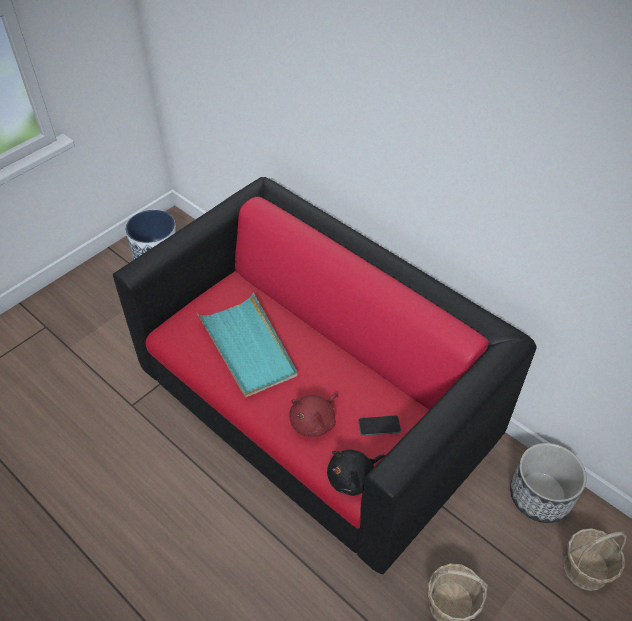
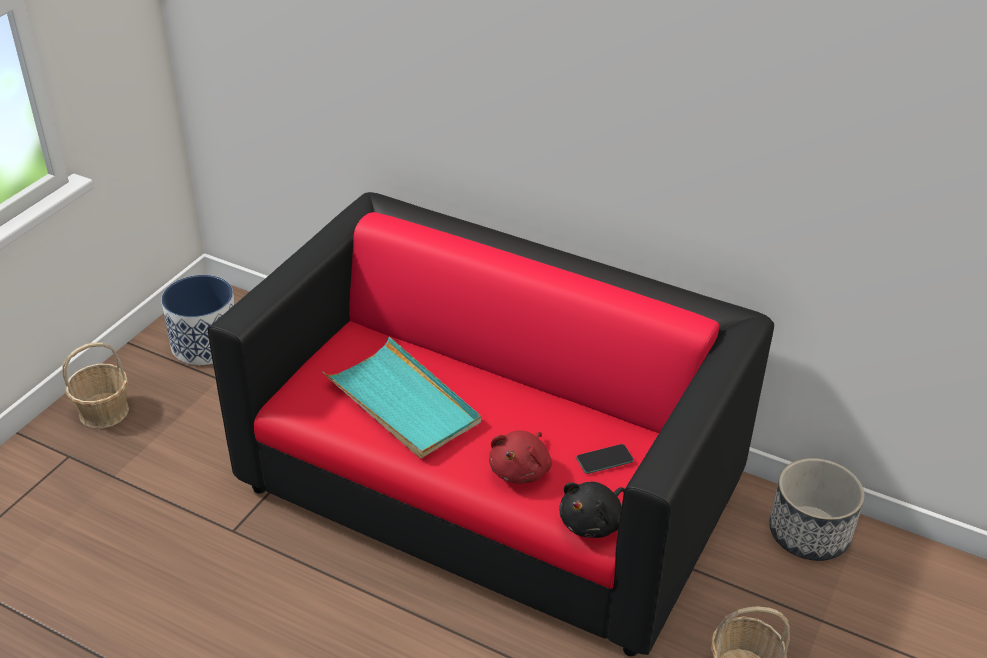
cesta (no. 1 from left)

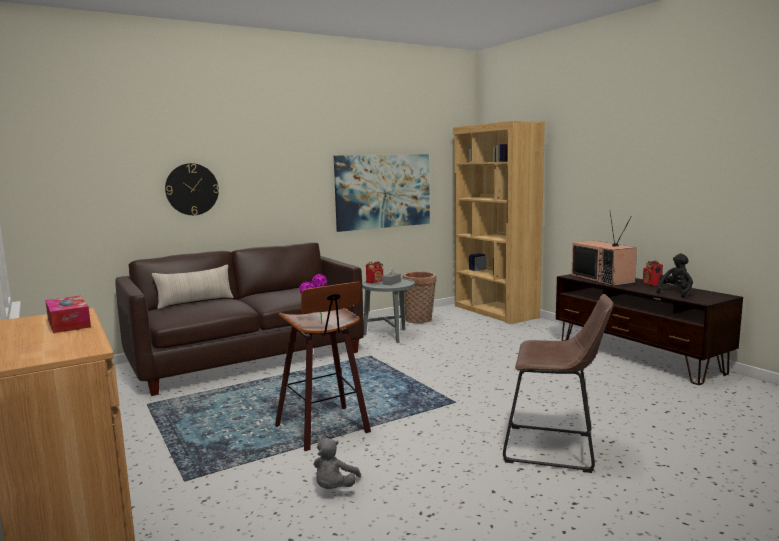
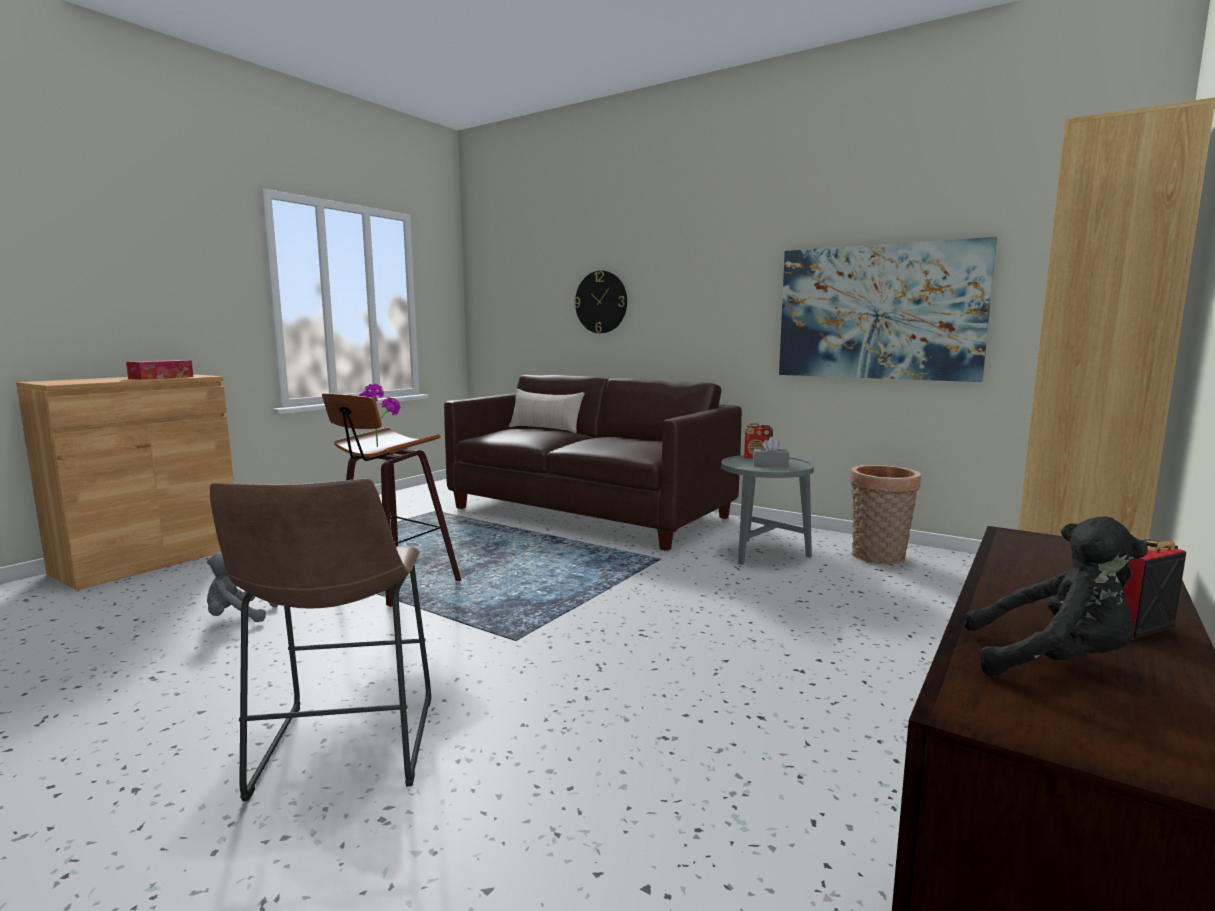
televisor

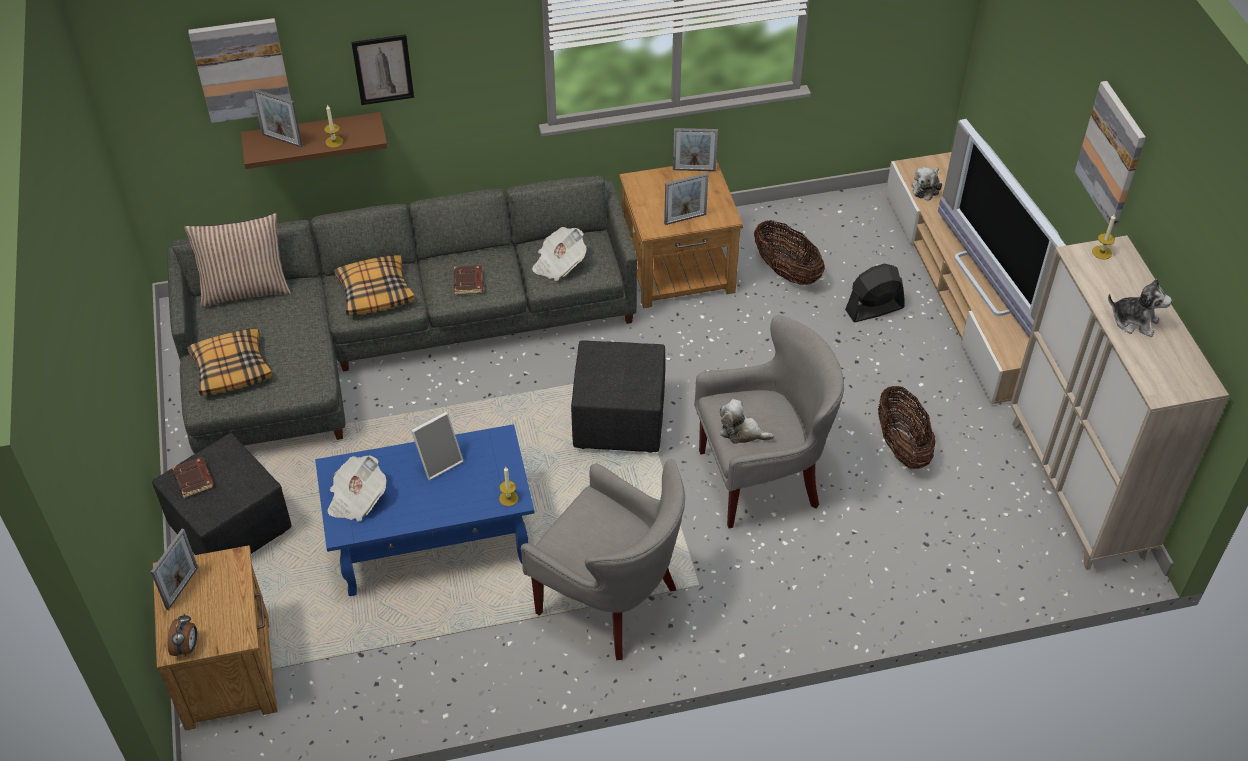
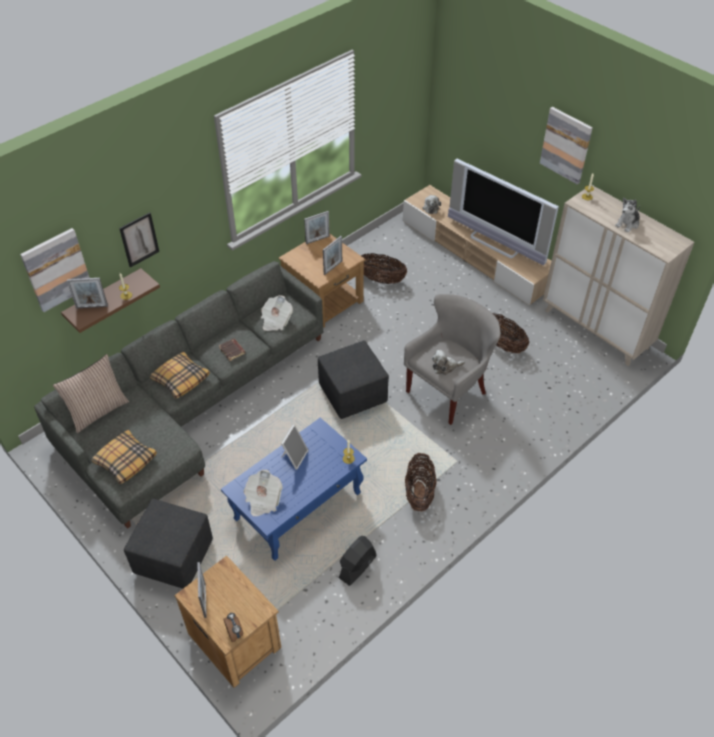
ventilador [negro]
peluche (no. 3 from left)
libro [marrón] (no. 1 from left in the first image)
cesta (no. 2 from left)

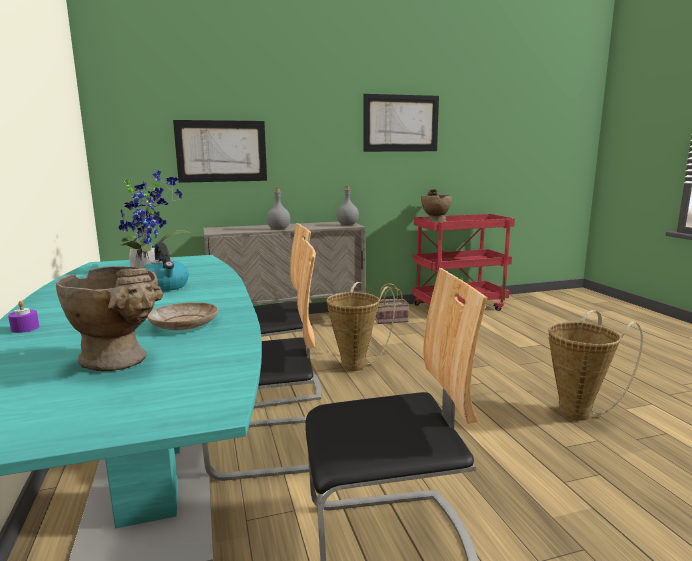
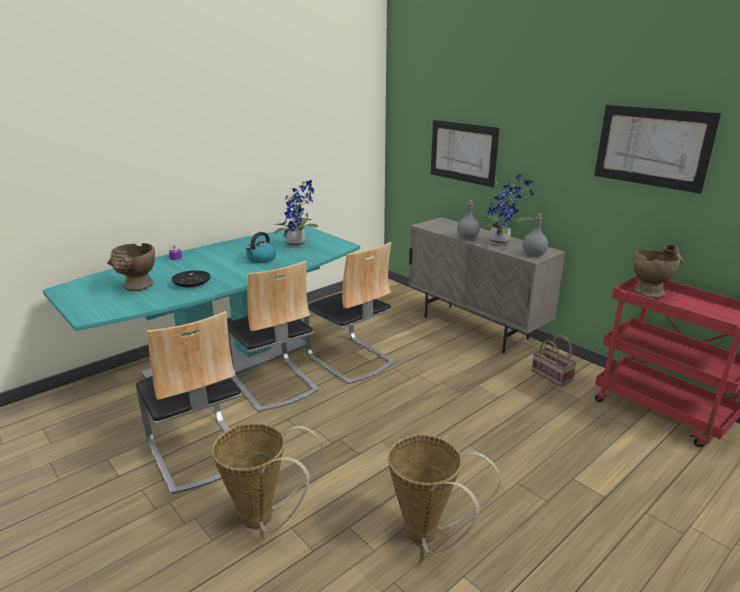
cesta (no. 1 from left)
plato [negro]
planta en maceta (no. 2 from left)

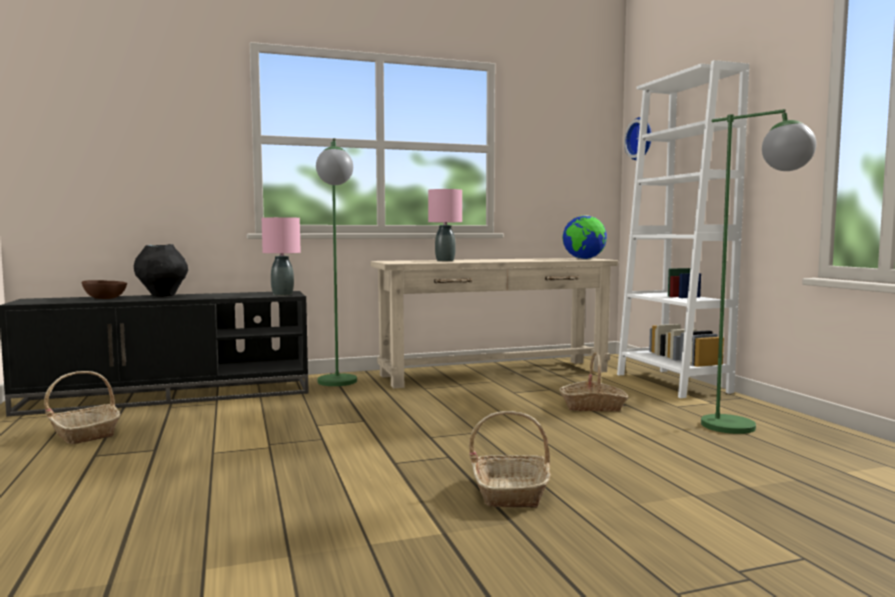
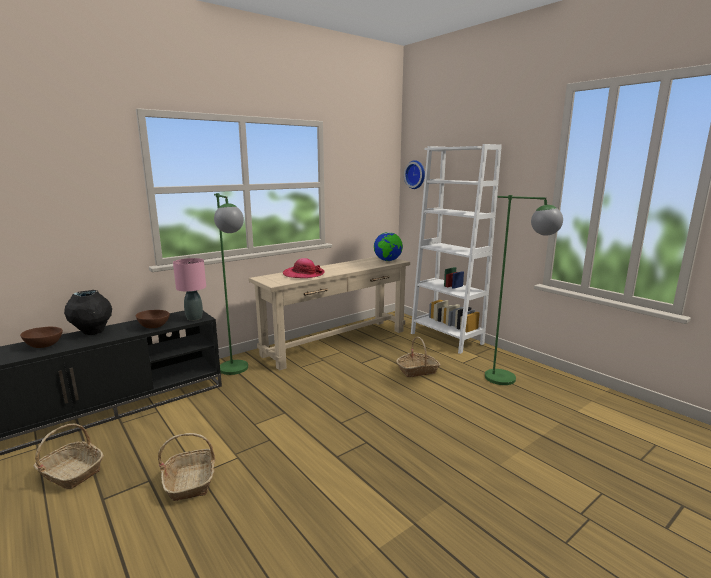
sombrero
cesta (no. 2 from left)
cuenco [marrón] (no. 2 from left)

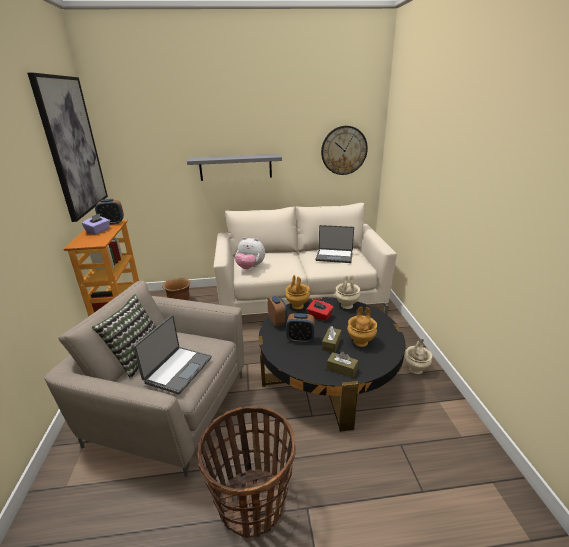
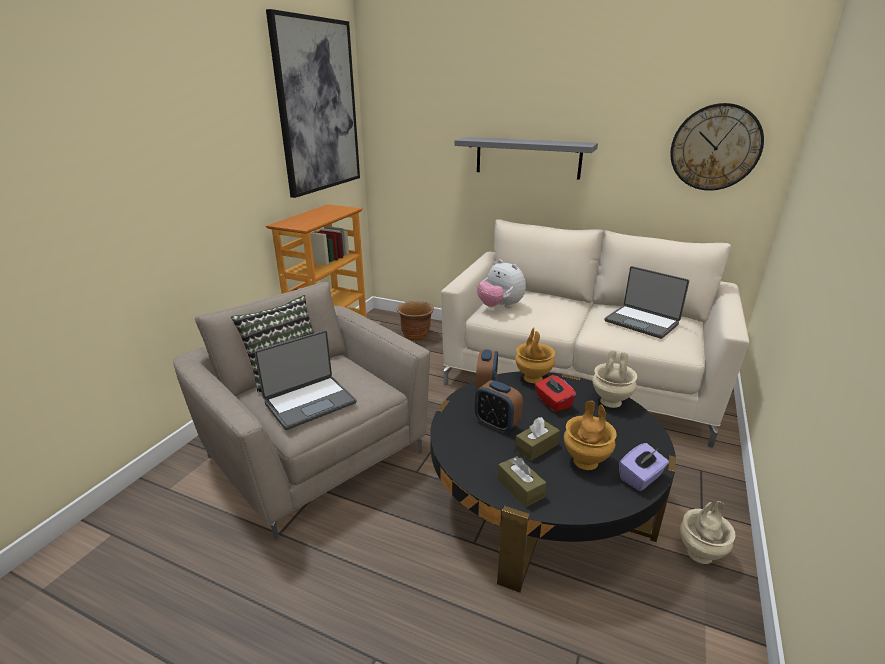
despertador (no. 1 from left in the first image)
caja de pañuelos [morado]
cesta

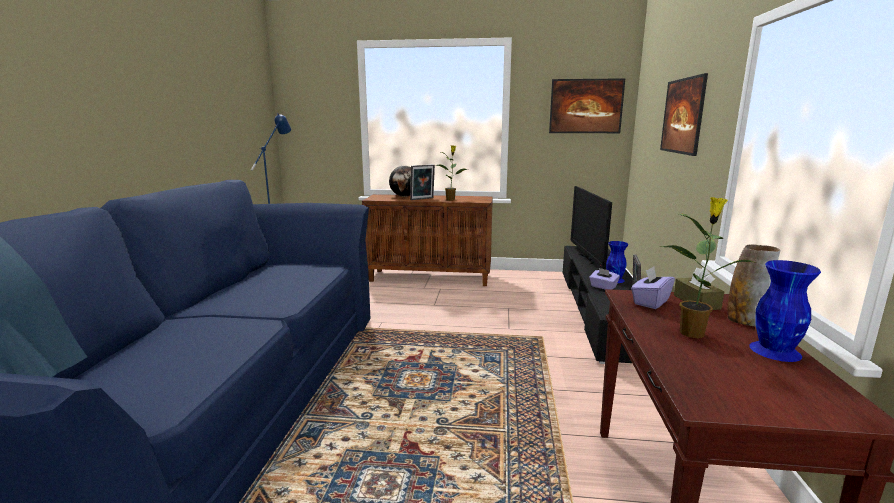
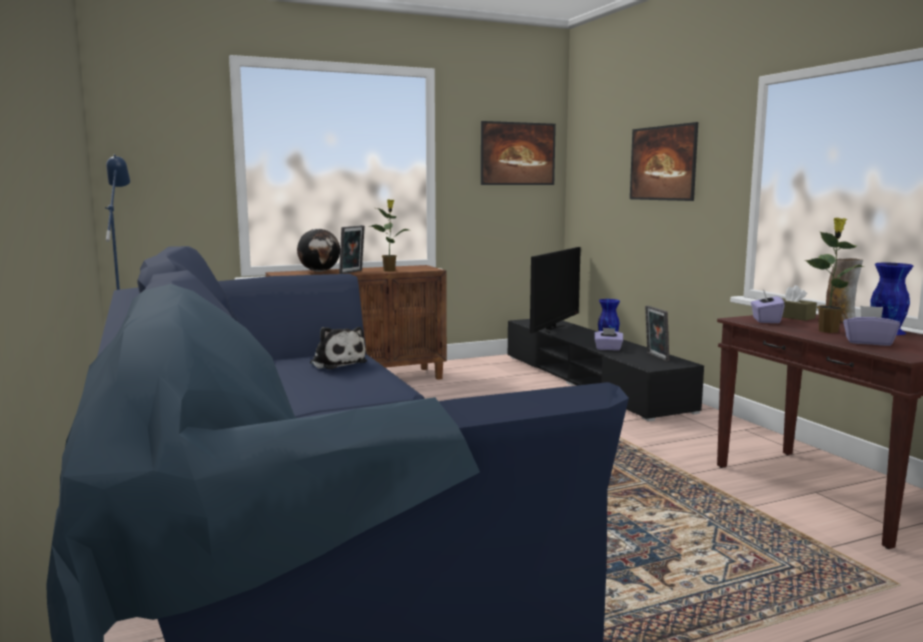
televisor
caja de pañuelos [morado] (no. 3 from left)
peluche

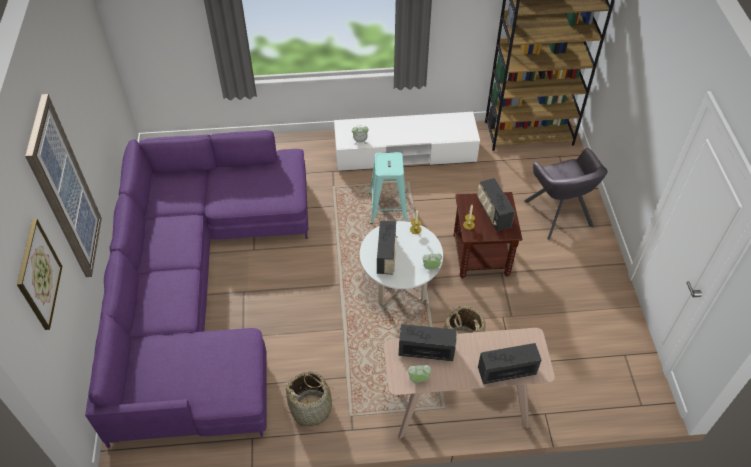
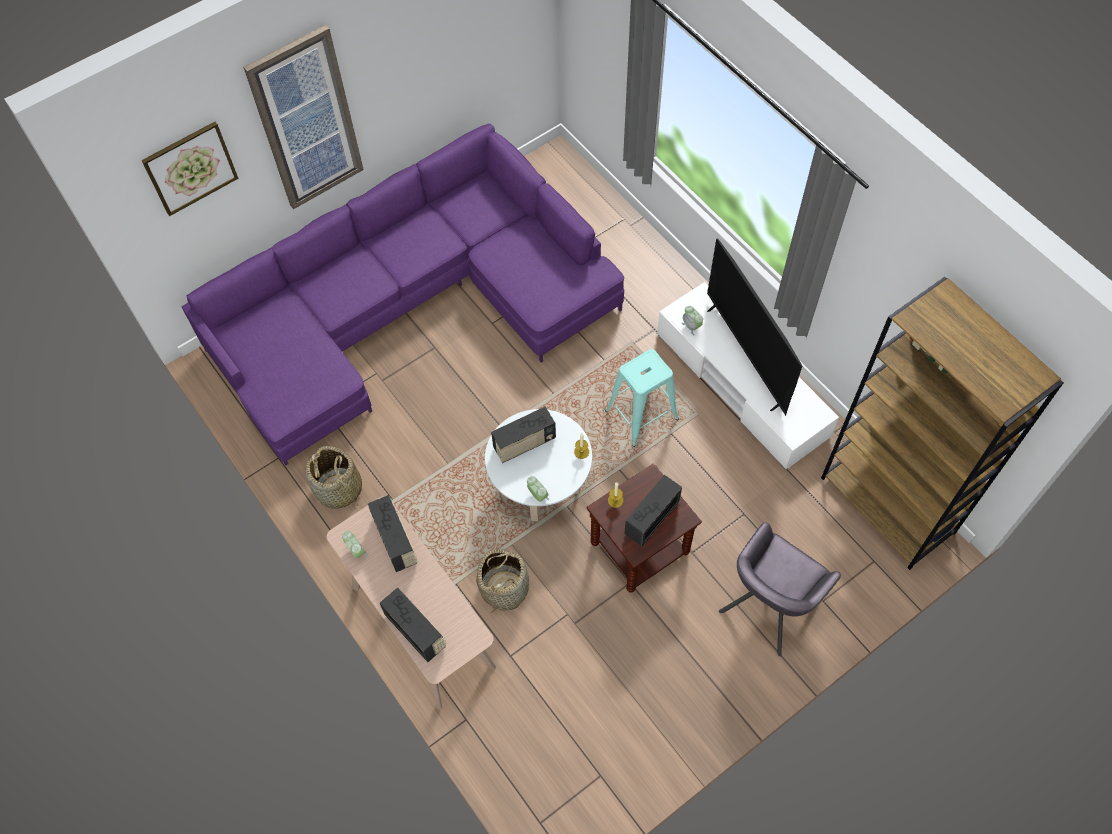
televisor

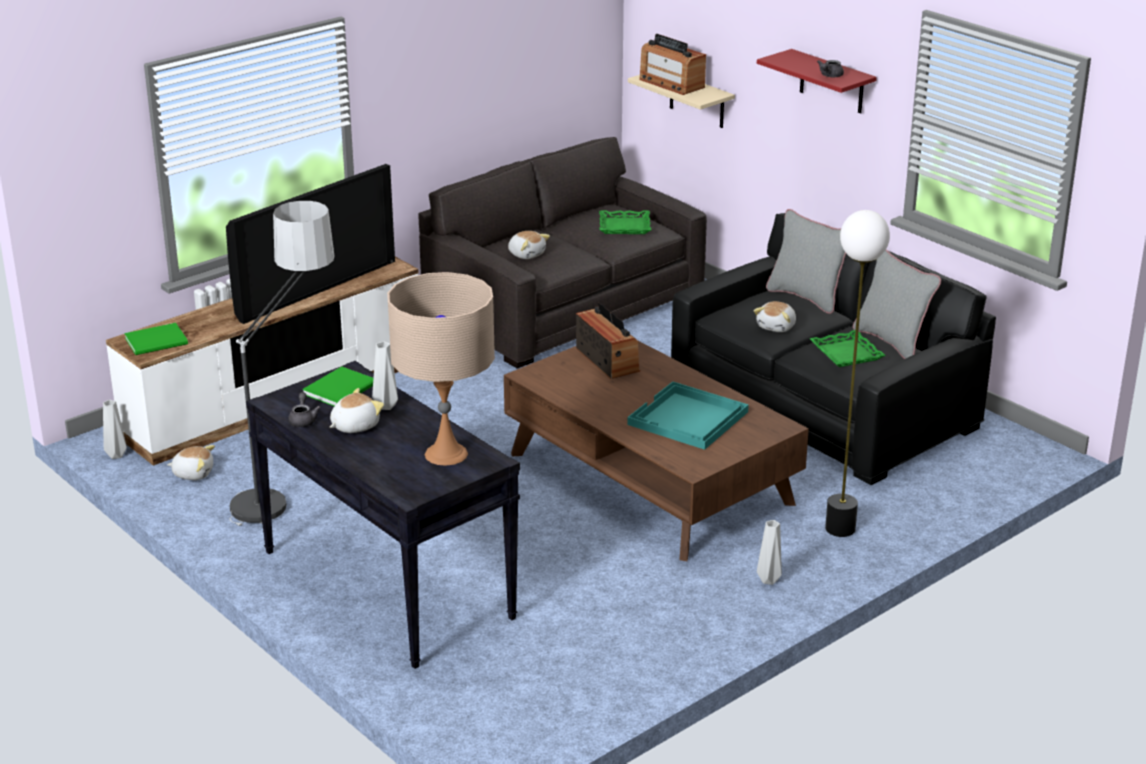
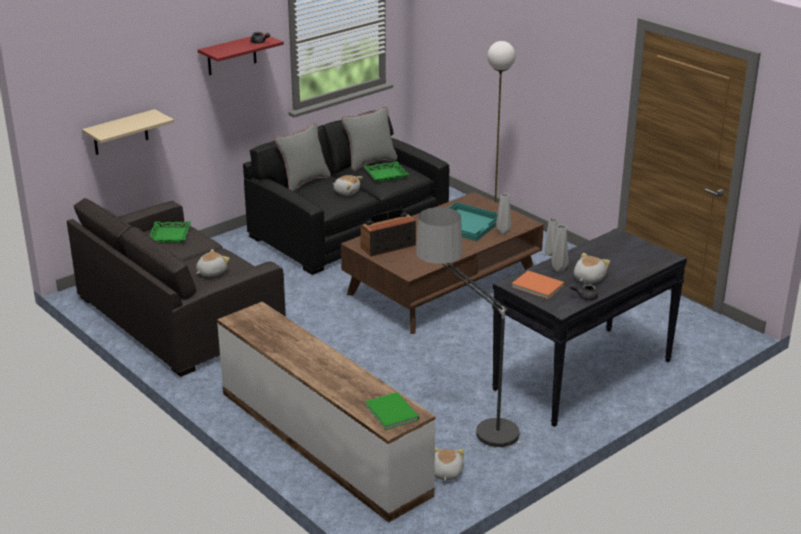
radio (no. 2 from left in the first image)
televisor
lámpara de mesa [beis]
libro [naranja]
peluche (no. 4 from left)
florero [gris] (no. 1 from left)

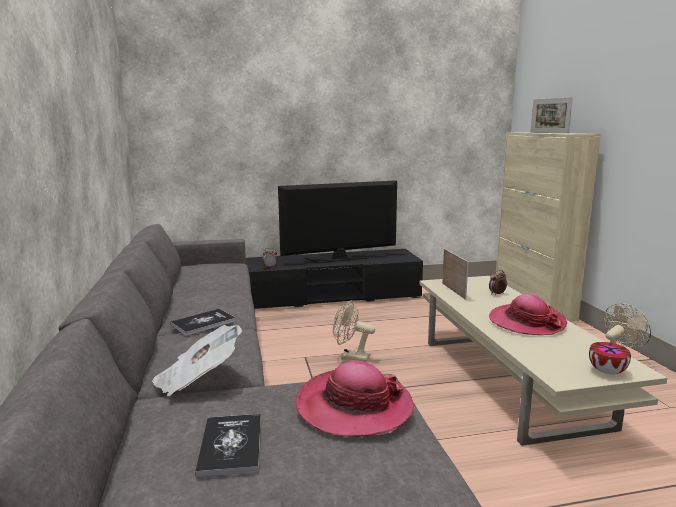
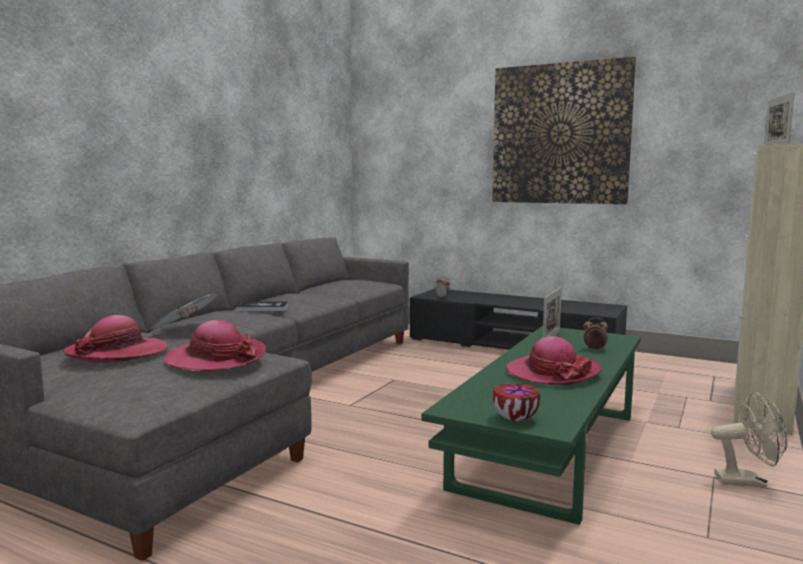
televisor
mesa de centro [verde]
ventilador [beis] (no. 1 from left in the first image)
sombrero (no. 1 from left)
cuadro

